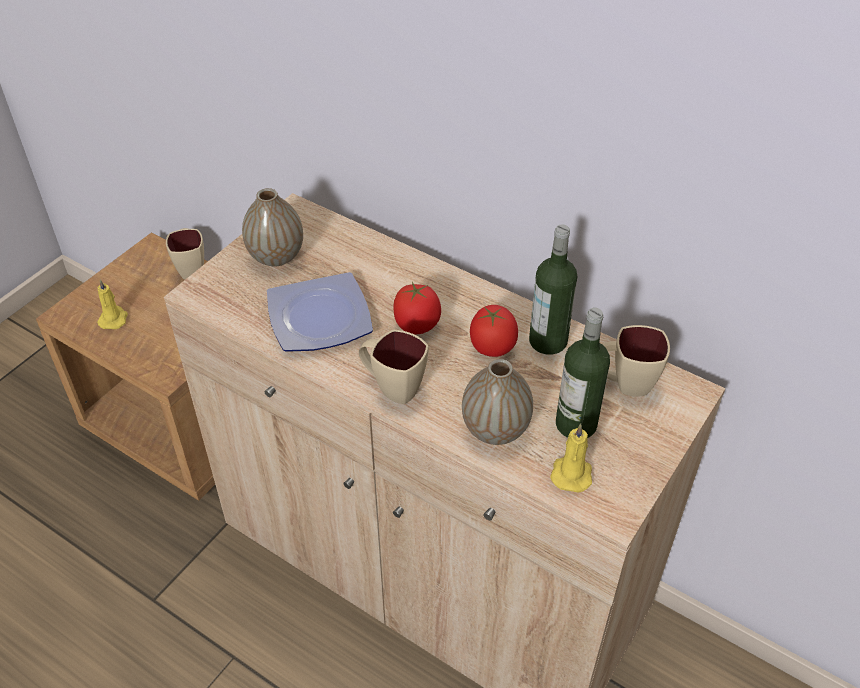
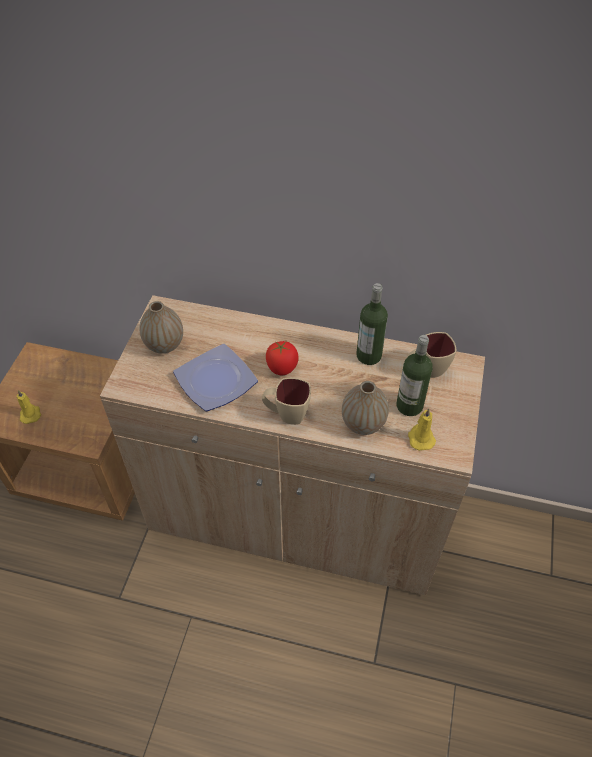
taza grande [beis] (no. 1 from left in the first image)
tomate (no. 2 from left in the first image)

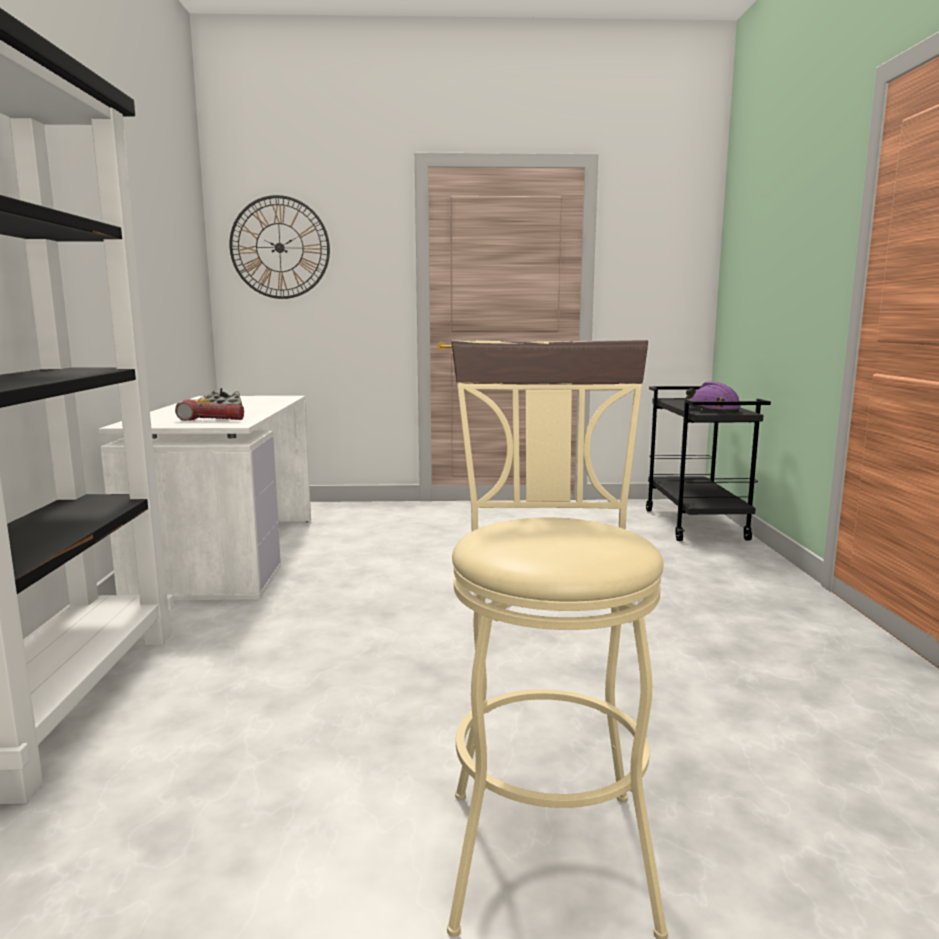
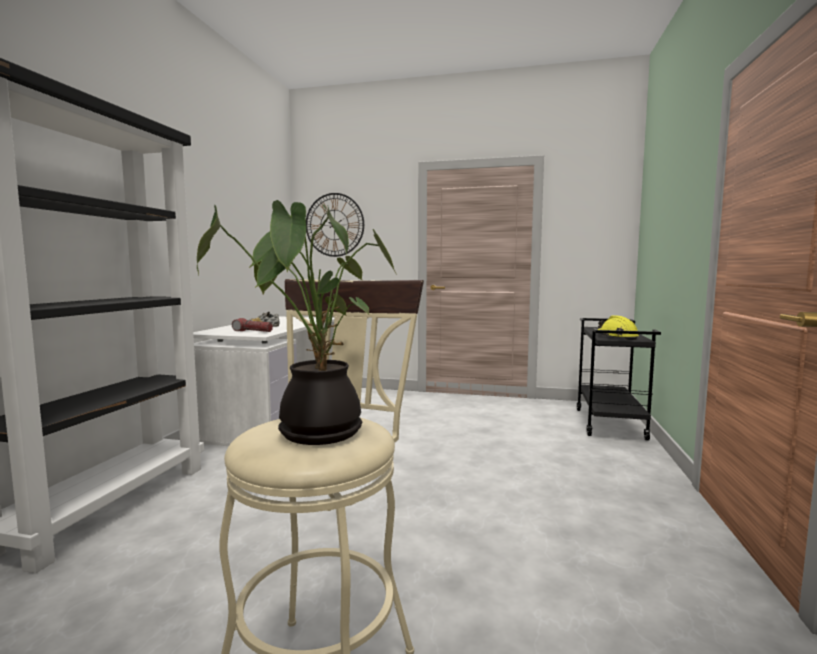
casco [amarillo]
planta en maceta

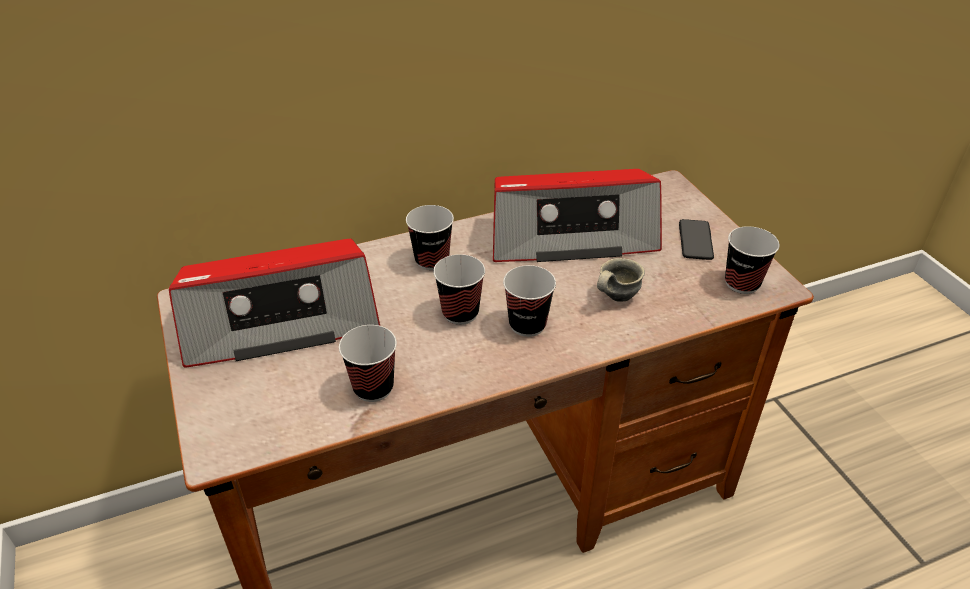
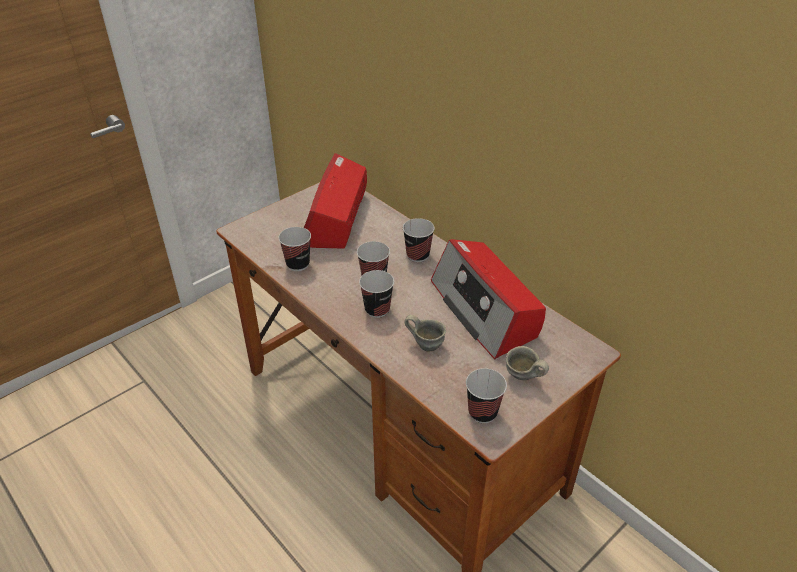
taza grande [gris] (no. 2 from left)
radio (no. 1 from left)

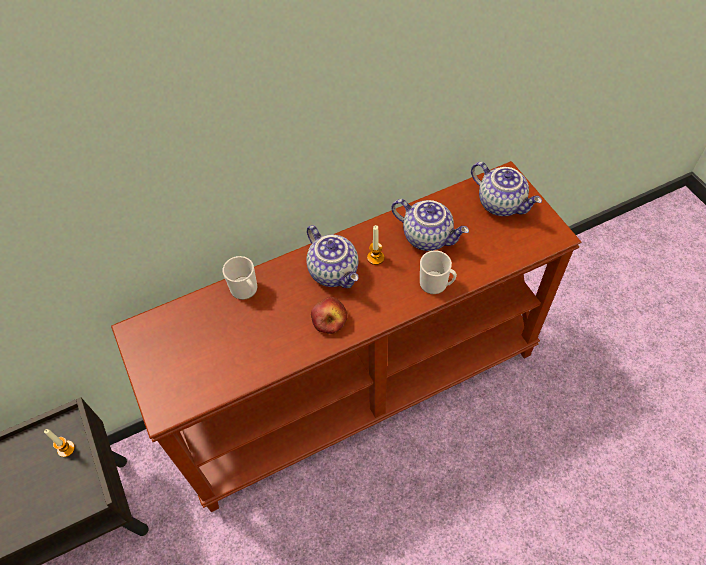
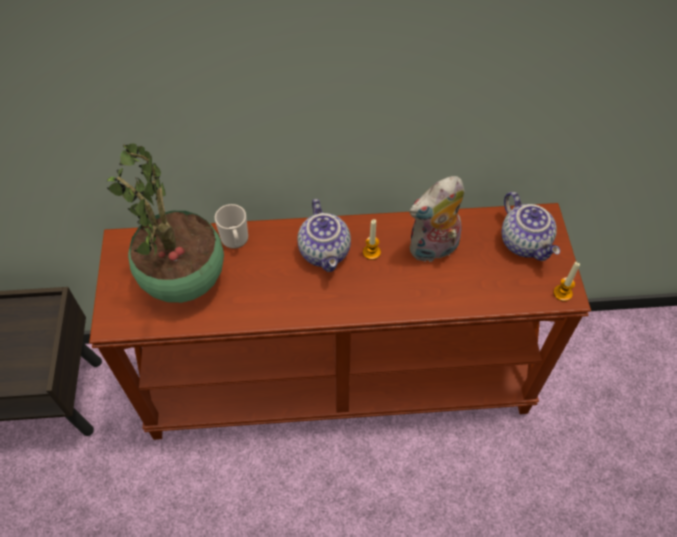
peluche
taza grande (no. 2 from left in the first image)
manzana
vela (no. 2 from left)
planta en maceta

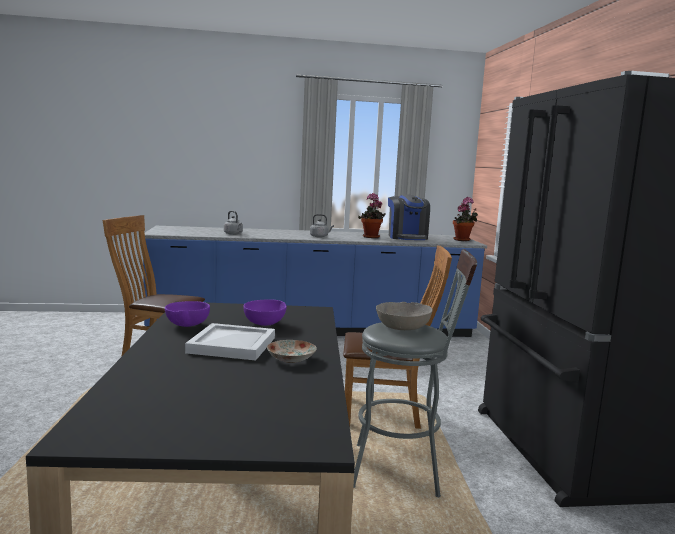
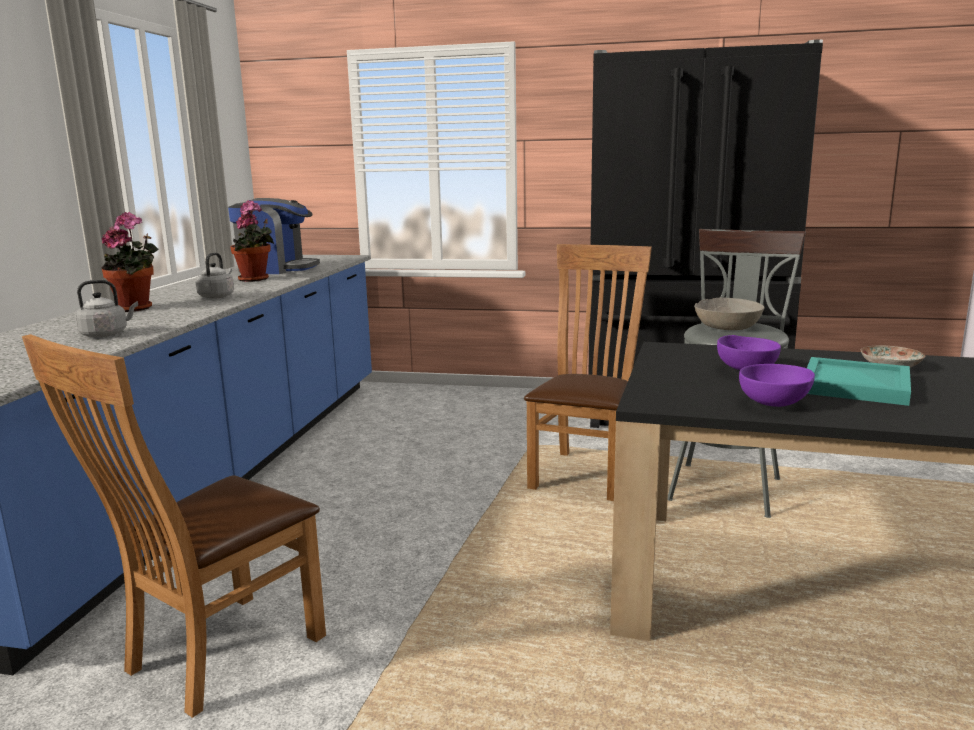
planta en maceta (no. 1 from left)
bandeja [turquesa]

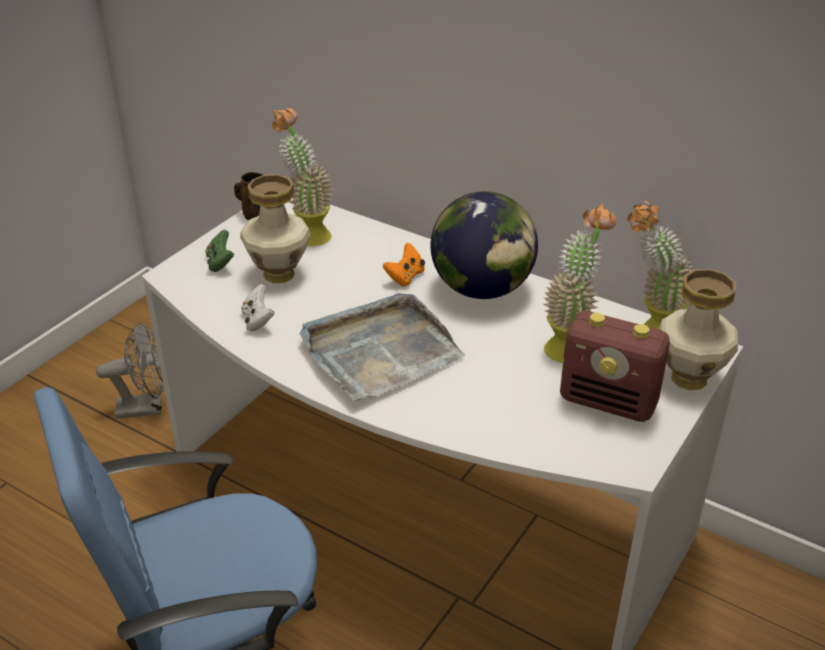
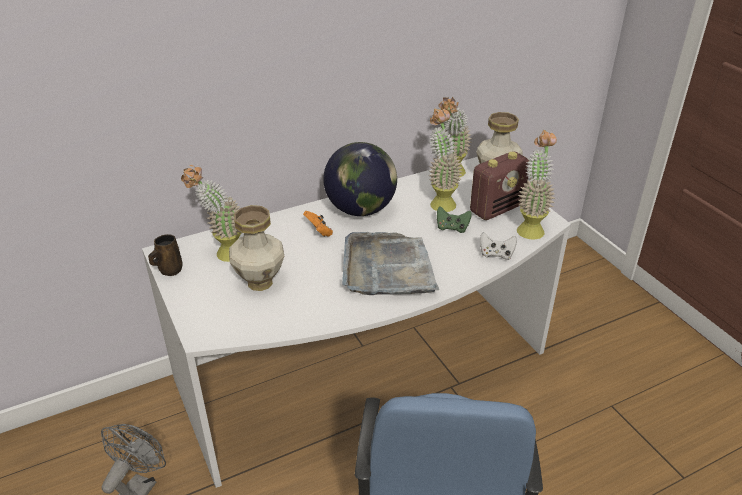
mando de consola [verde]
mando de consola [blanco]
planta en maceta (no. 4 from left)

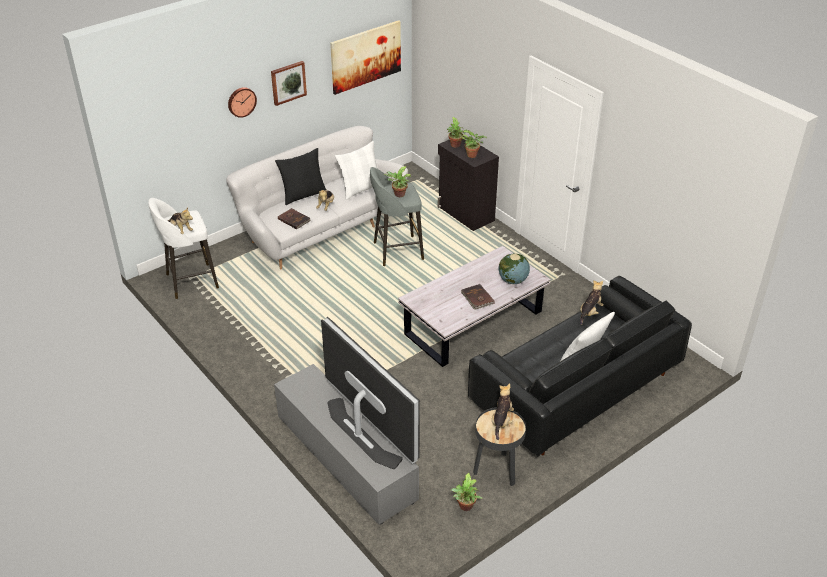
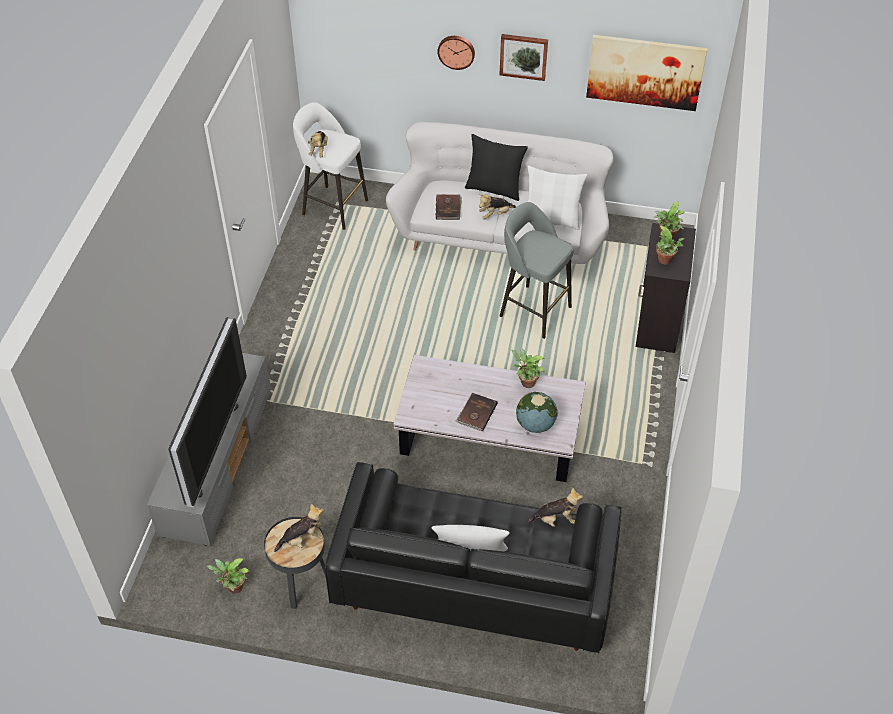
planta en maceta (no. 2 from left)

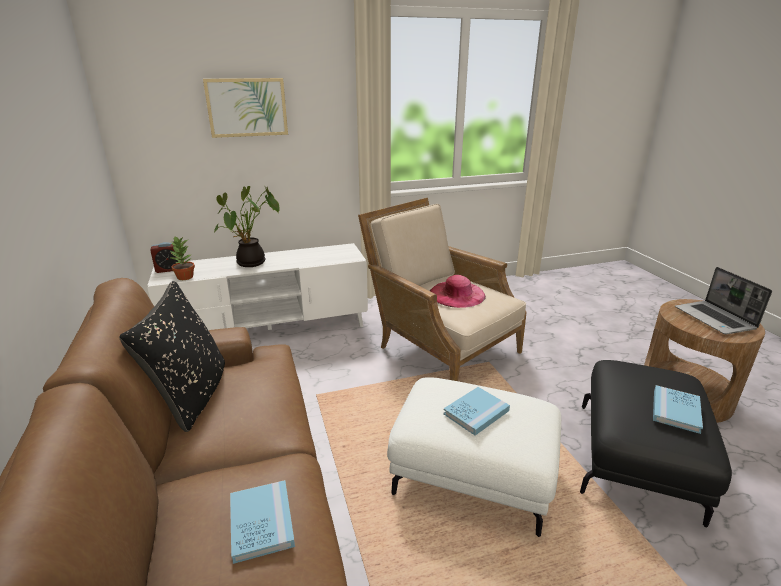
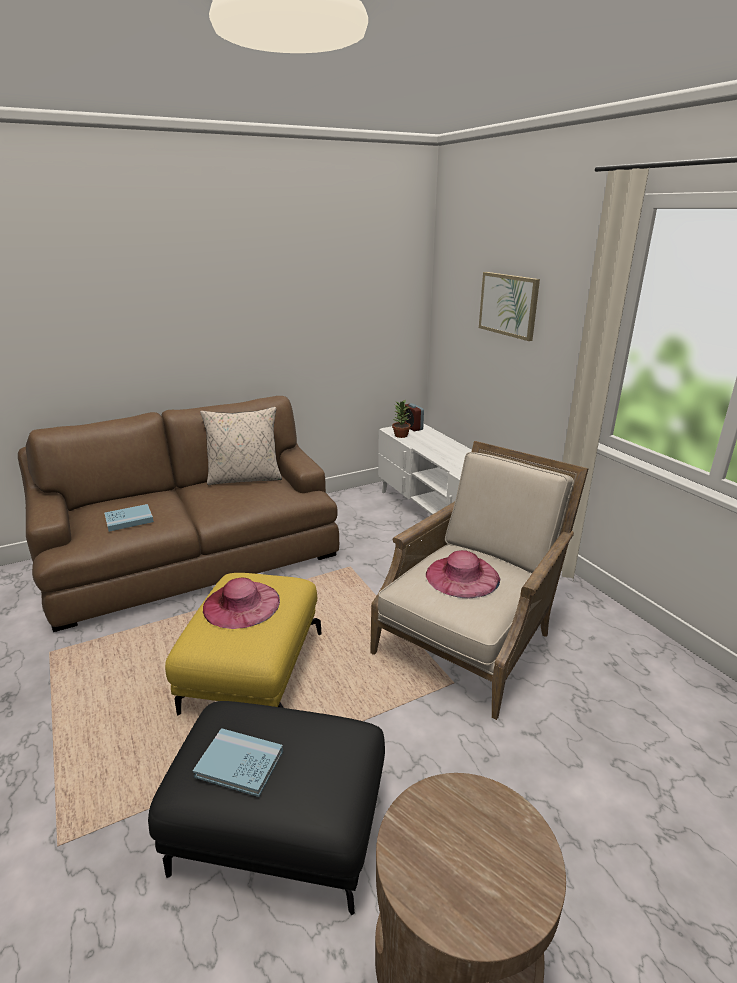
planta en maceta (no. 2 from left in the first image)
portátil
cojín [beis]
puf [amarillo]
sombrero [rosa] (no. 1 from left)

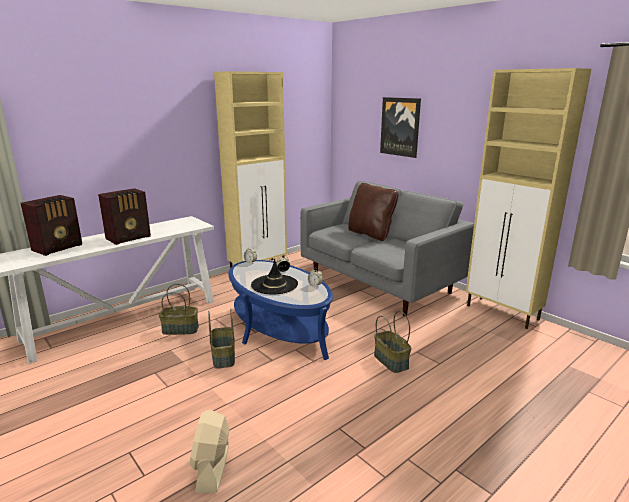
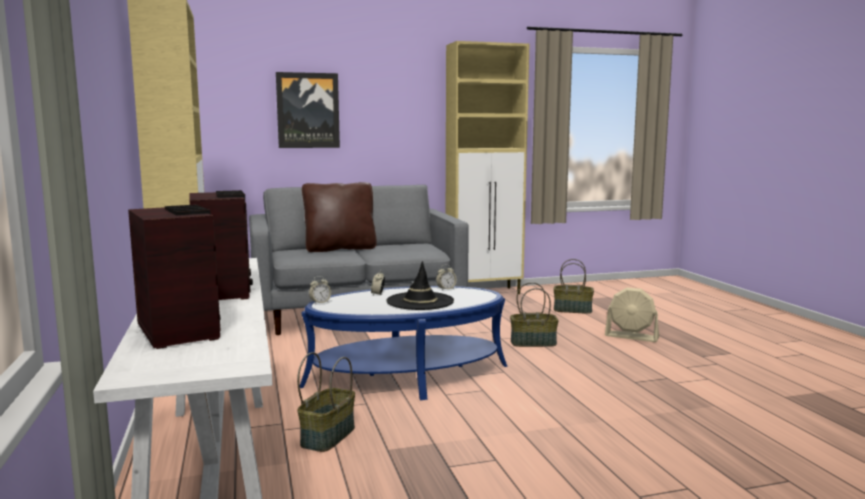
cesta (no. 3 from left)
ventilador [beis]

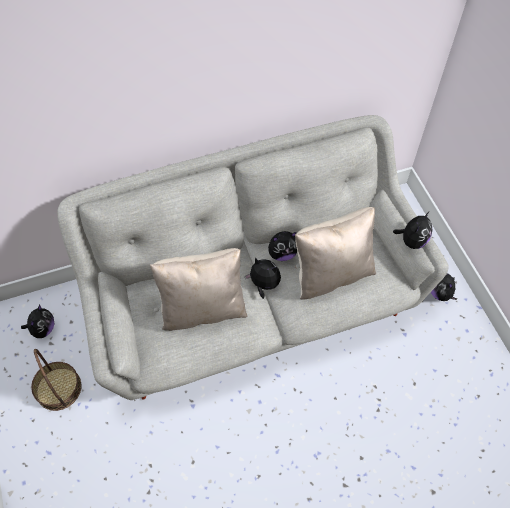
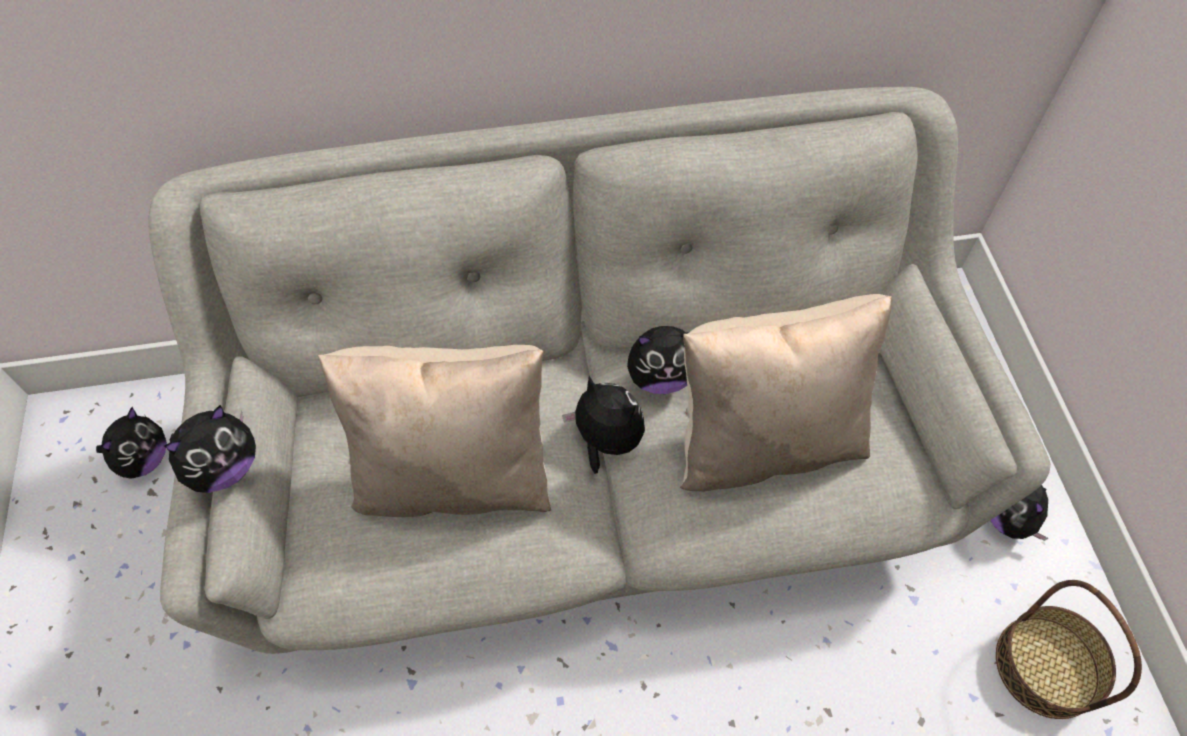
peluche (no. 2 from left)
cesta

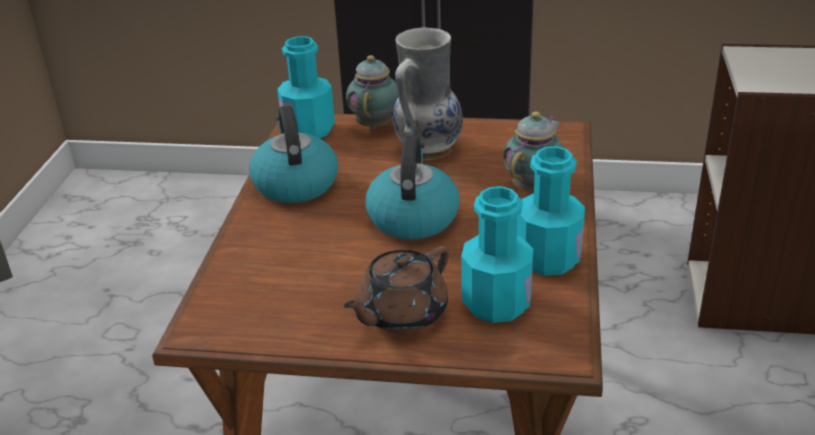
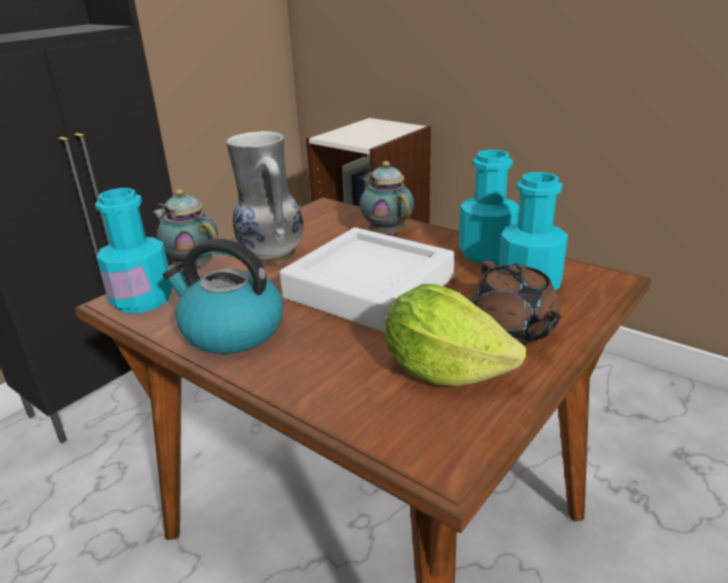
bandeja [blanco]
lechuga

